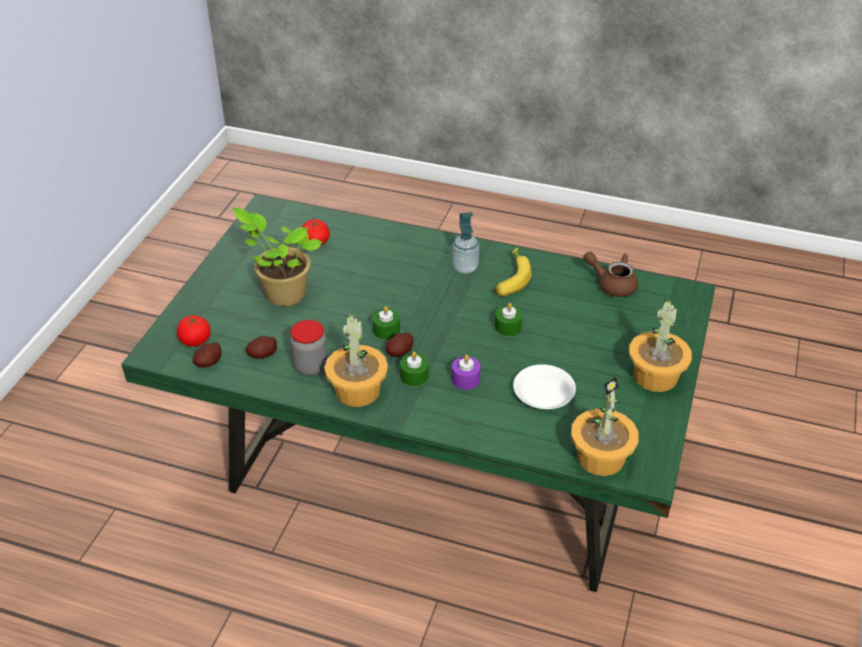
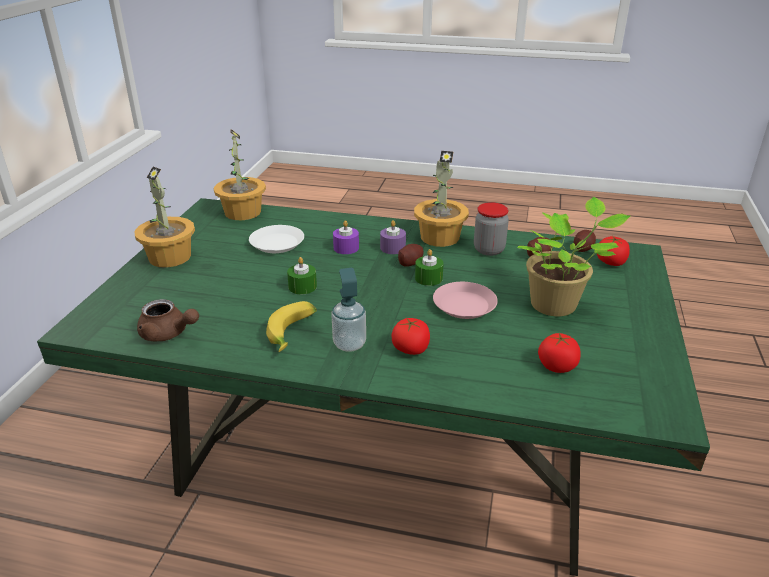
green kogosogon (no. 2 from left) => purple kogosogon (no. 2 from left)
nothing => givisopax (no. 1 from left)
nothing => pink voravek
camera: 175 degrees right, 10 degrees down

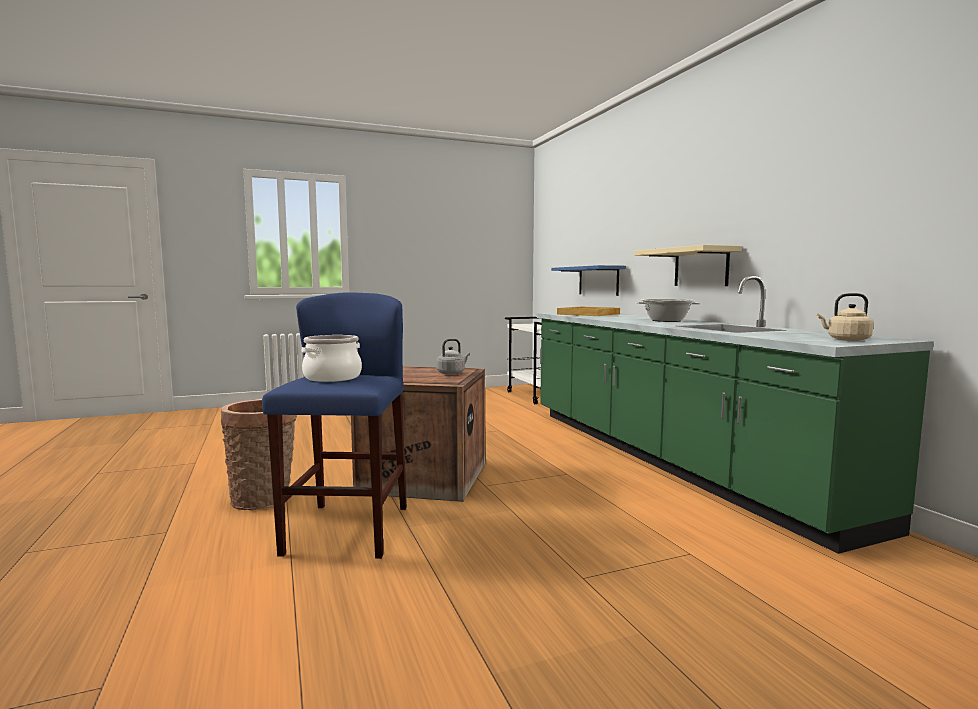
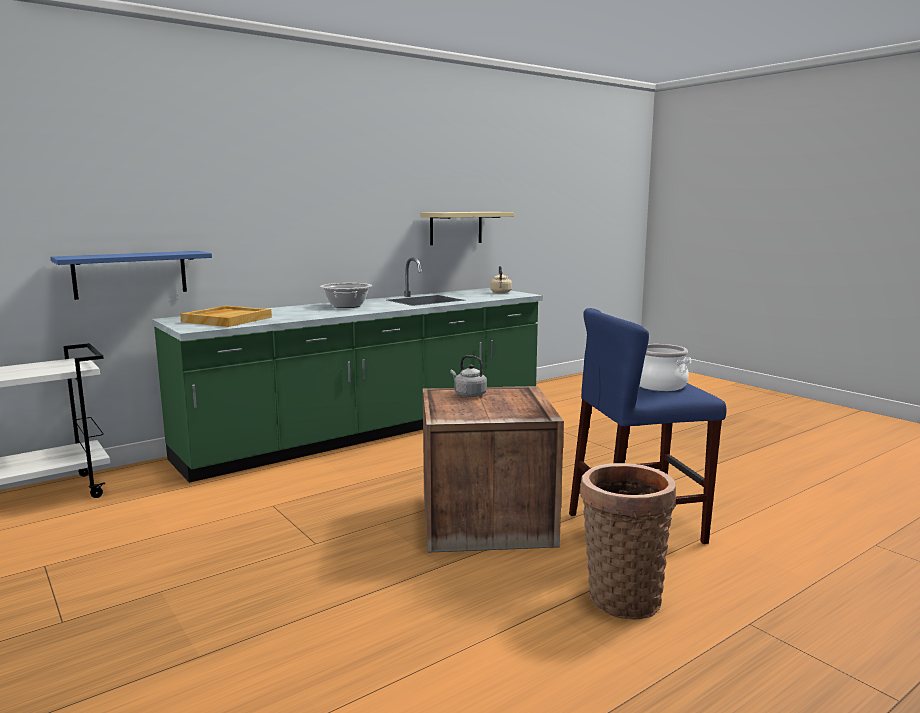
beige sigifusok, shifted
camera: 105 degrees left, 5 degrees up

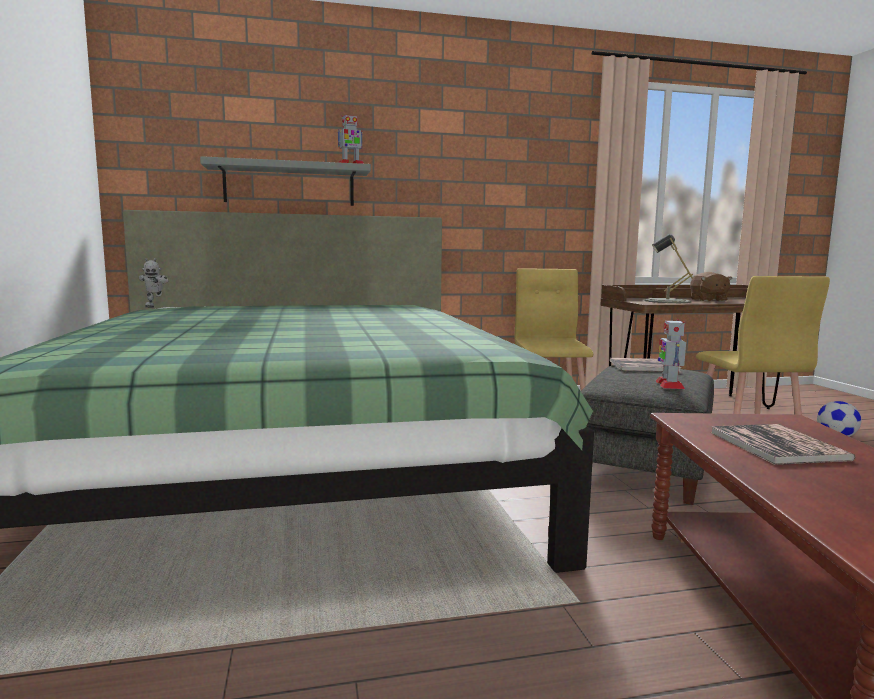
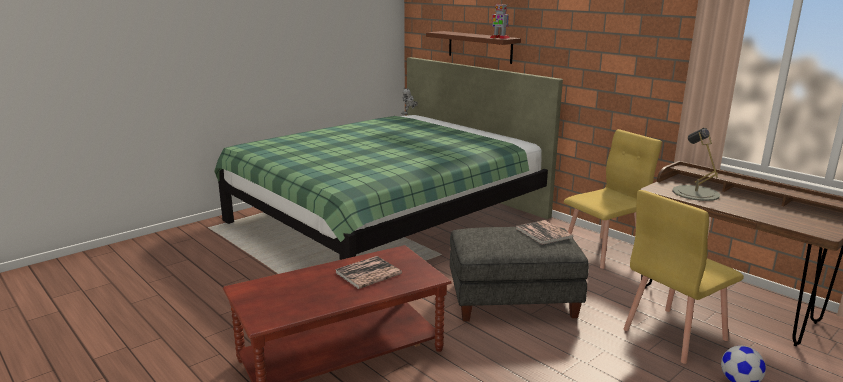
grey sigifusok => brown sigifusok
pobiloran (no. 3 from left) => nothing
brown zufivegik => nothing
camera: 60 degrees right, 10 degrees up

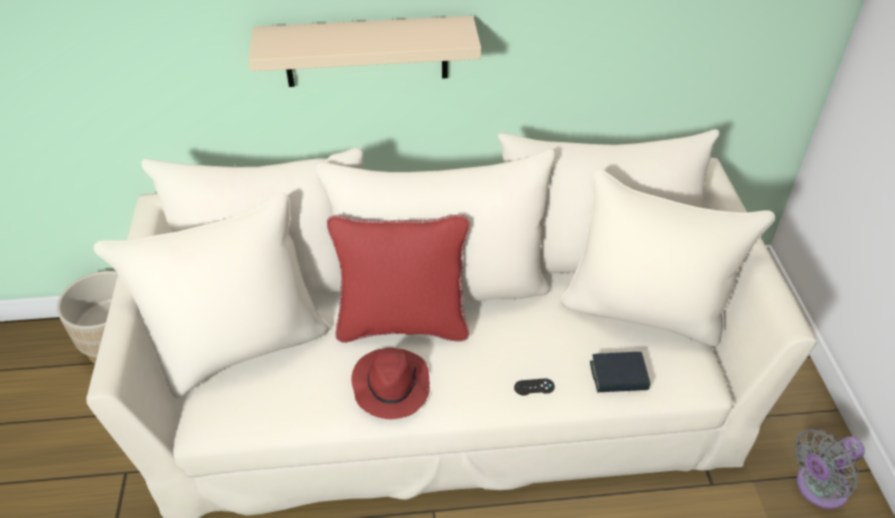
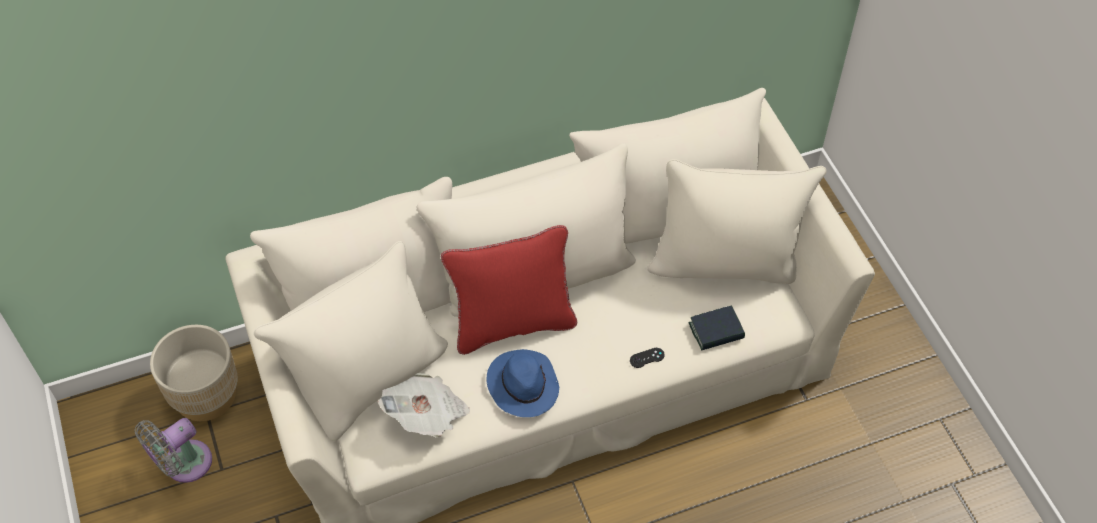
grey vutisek, shifted
nothing => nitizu
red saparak => blue saparak
beige sigifusok => nothing
camera: 15 degrees left, 10 degrees up

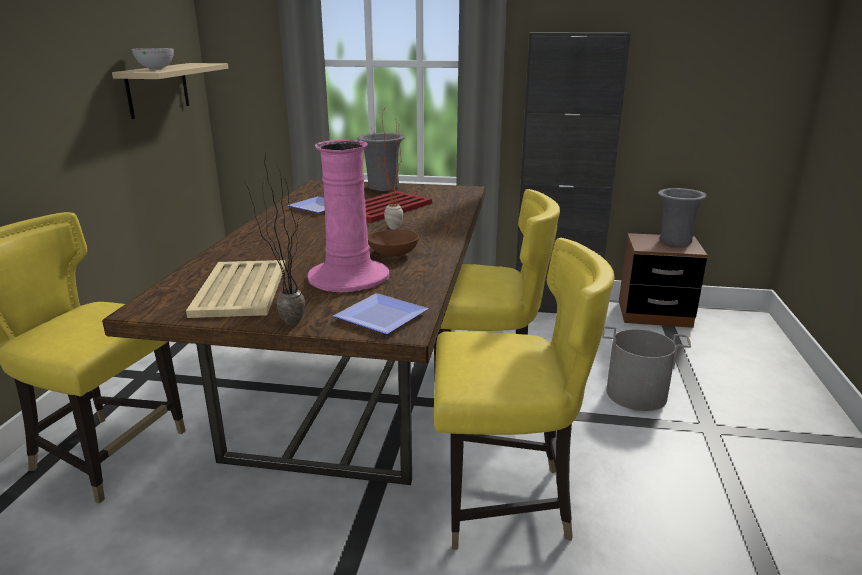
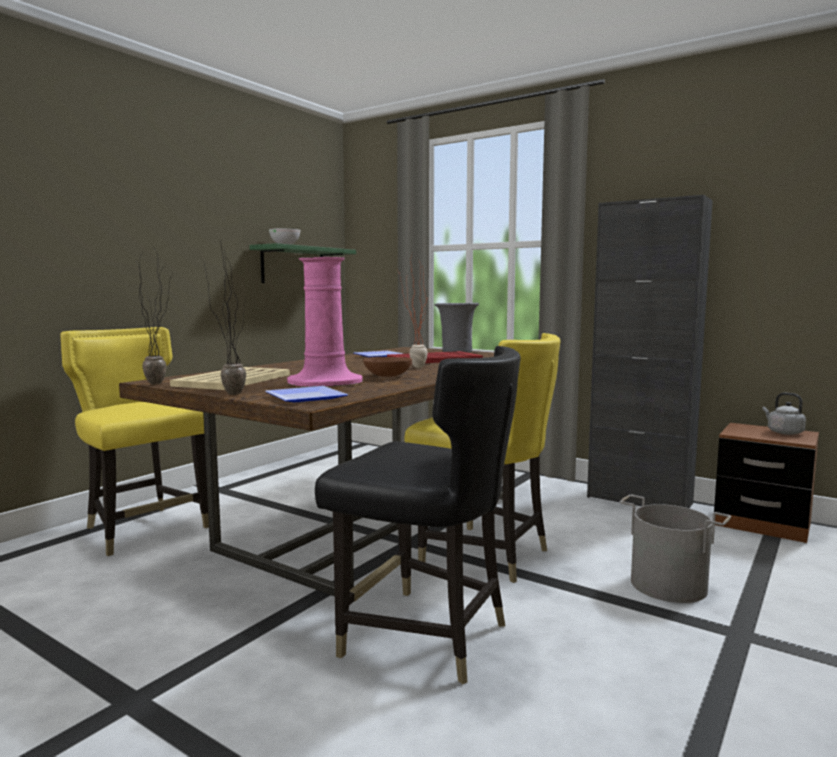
nothing => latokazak (no. 1 from left)
beige sigifusok => green sigifusok
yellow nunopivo (no. 3 from left) => black nunopivo
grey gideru (no. 2 from left) => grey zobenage
camera: 25 degrees right, 15 degrees down

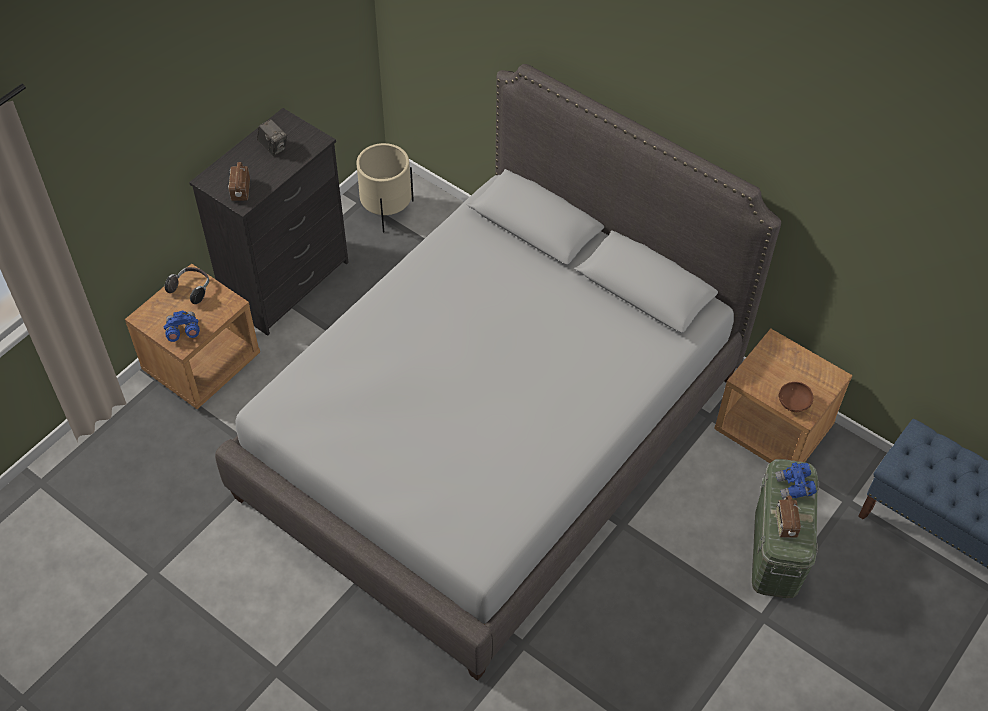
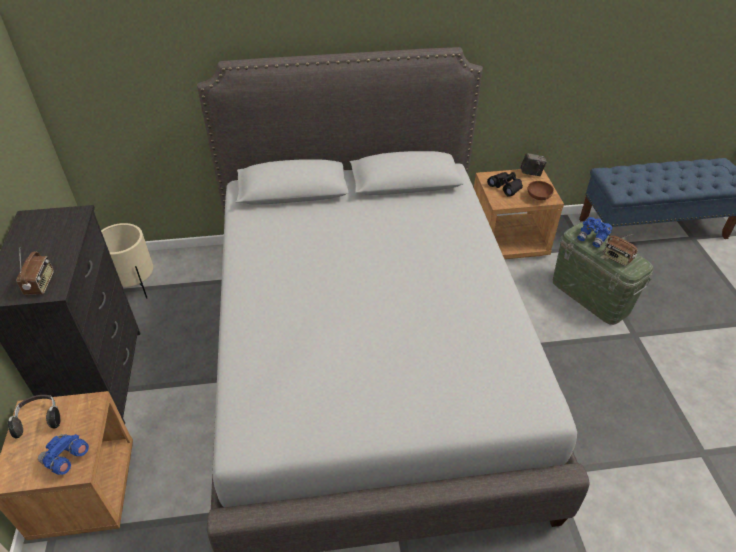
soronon (no. 1 from left), 135 degrees counterclockwise
nothing => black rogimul
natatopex, shifted
camera: 45 degrees left, 10 degrees down

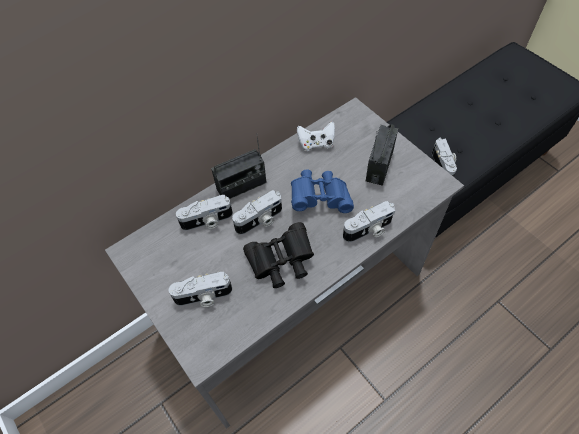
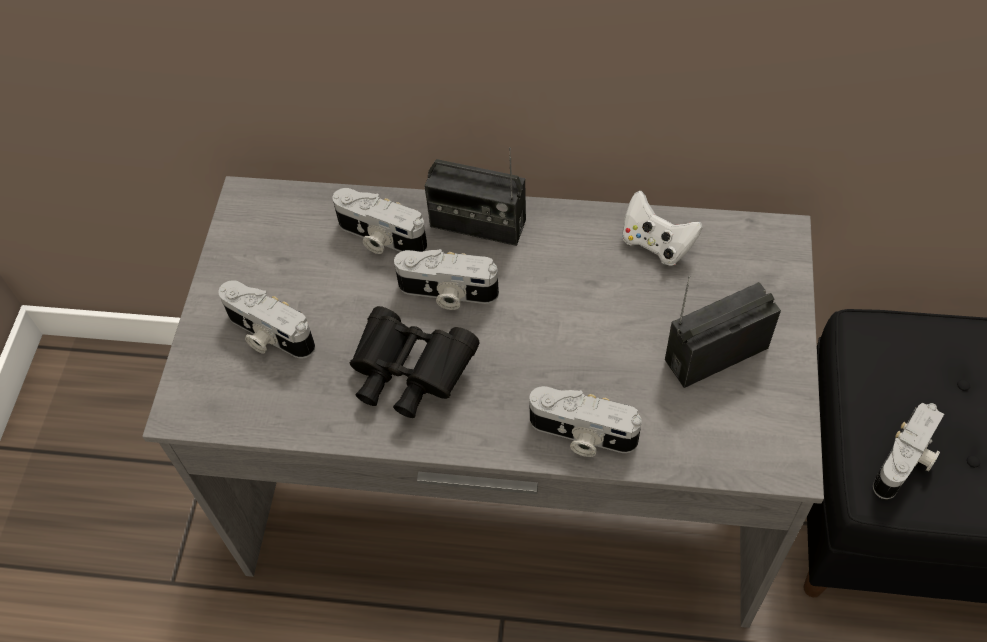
blue rogimul => nothing
camera: 45 degrees right, 0 degrees up

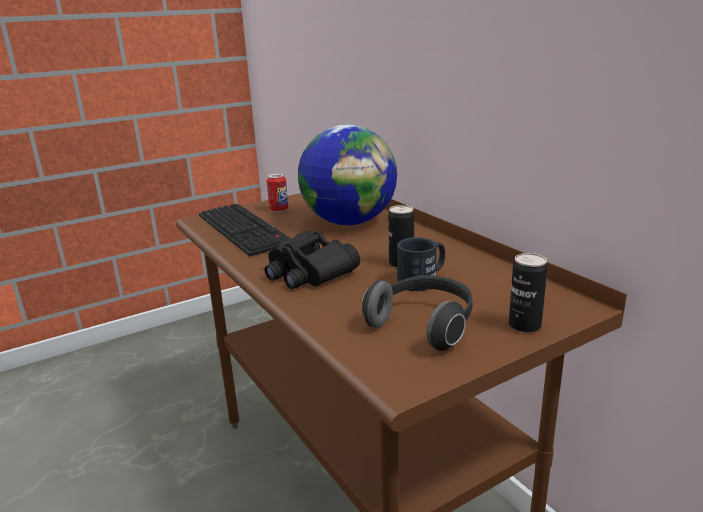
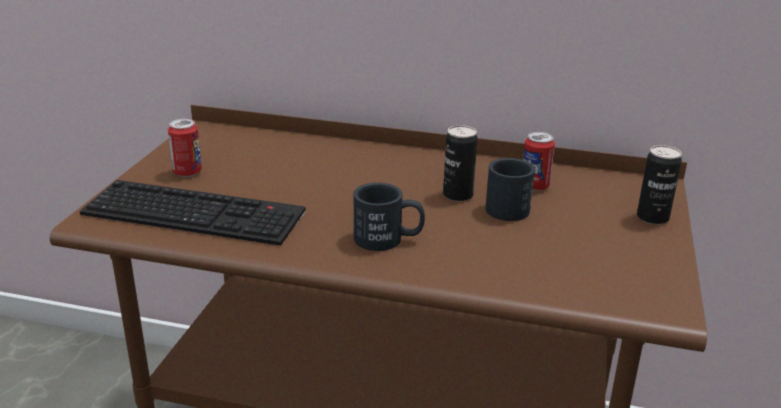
black rogimul => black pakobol (no. 1 from left)
nothing => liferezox (no. 3 from left)
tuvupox => nothing
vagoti => nothing
camera: 45 degrees left, 5 degrees up

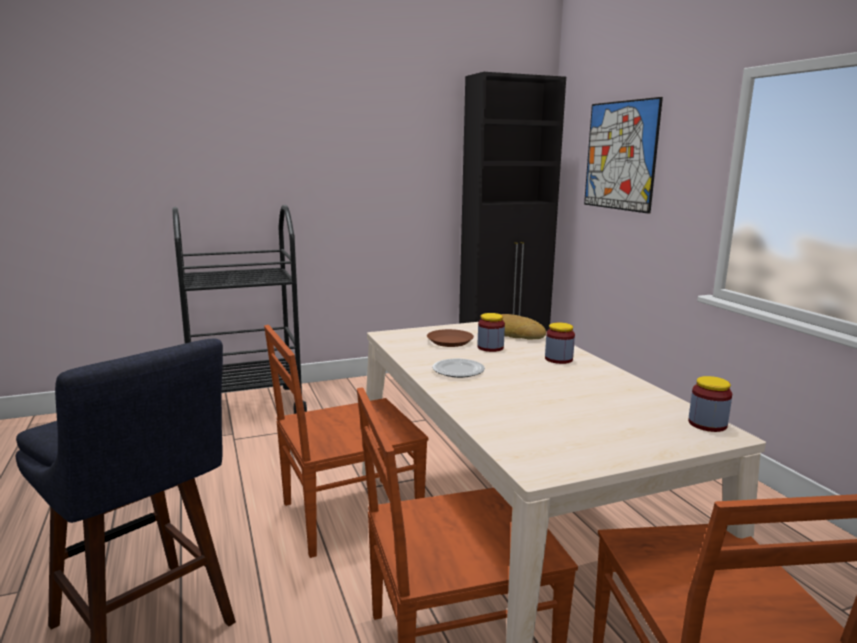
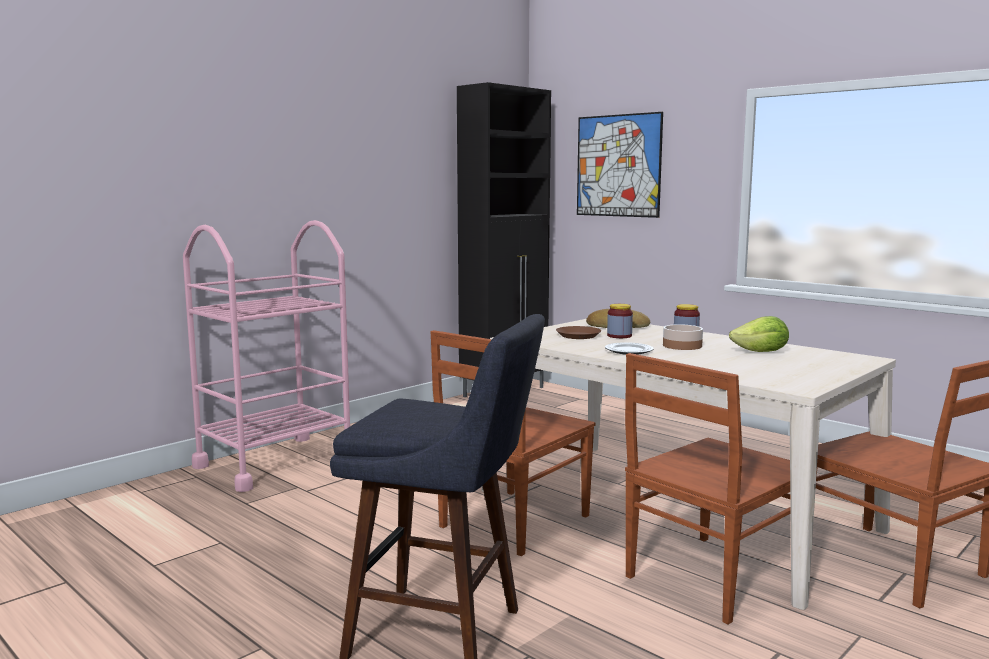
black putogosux => pink putogosux
nothing => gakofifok
nothing => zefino
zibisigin (no. 3 from left) => nothing
camera: 25 degrees left, 5 degrees down

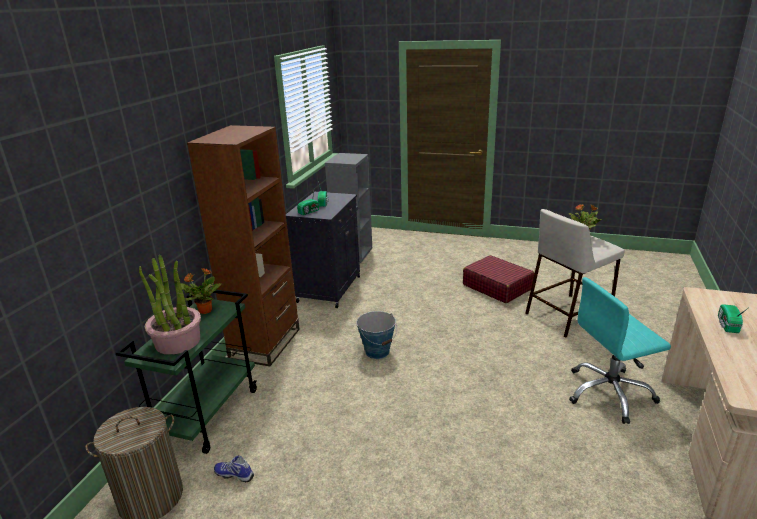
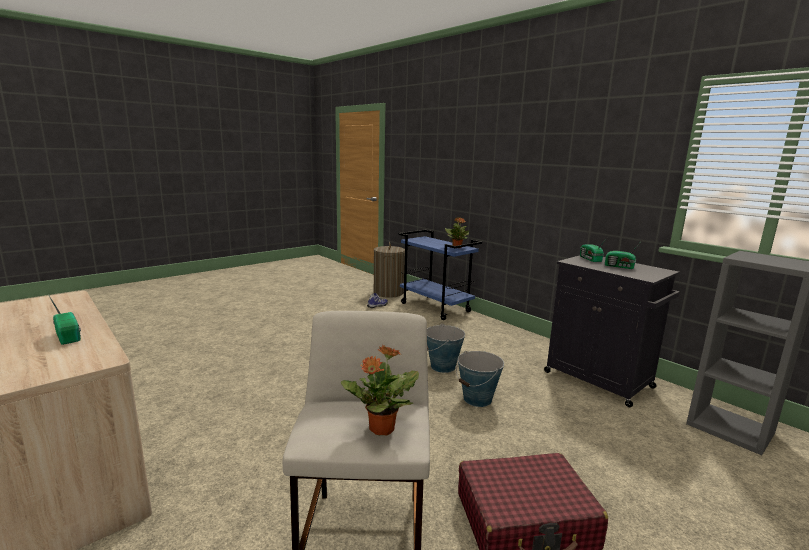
green putogosux => blue putogosux
nothing => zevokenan (no. 2 from left)
latokazak (no. 1 from left) => nothing
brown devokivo => nothing
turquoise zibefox => nothing
camera: 120 degrees right, 10 degrees down

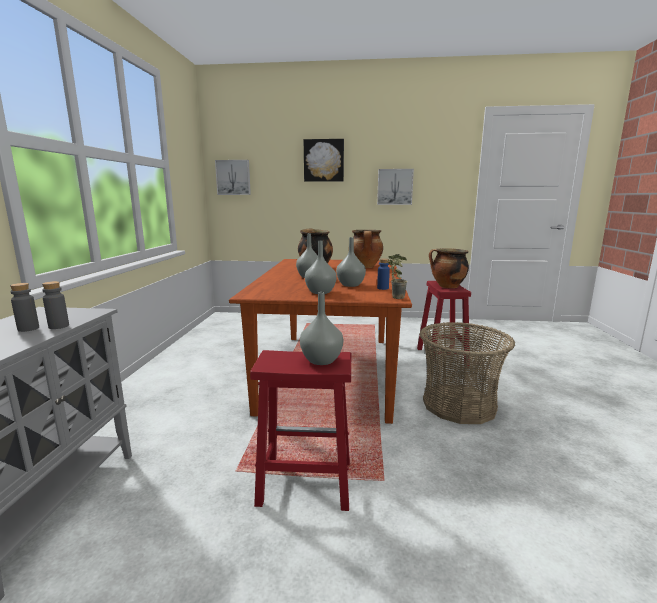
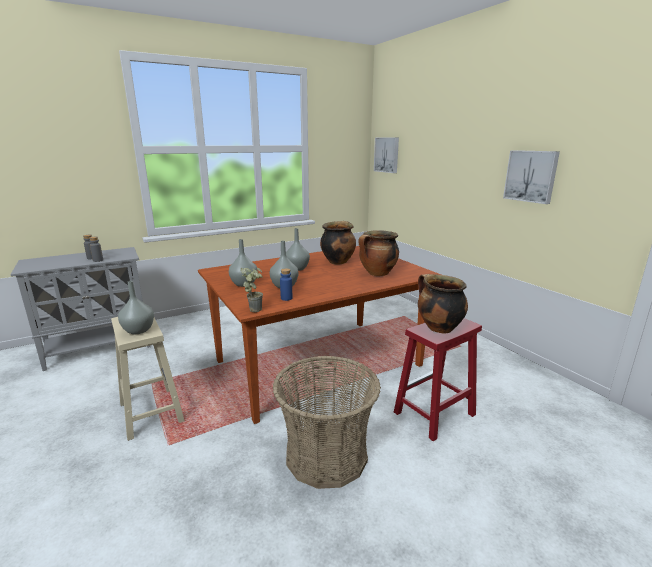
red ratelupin (no. 1 from left) => beige ratelupin
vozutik (no. 2 from left) => nothing
camera: 55 degrees right, 5 degrees up

